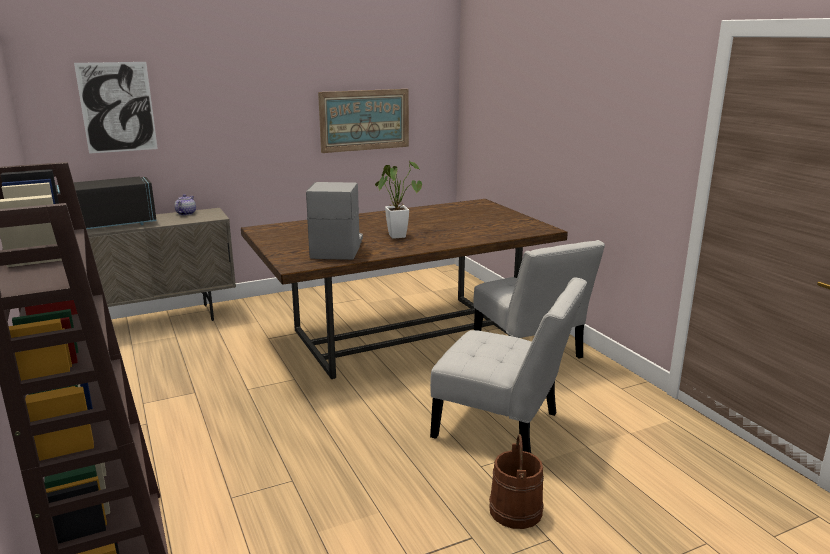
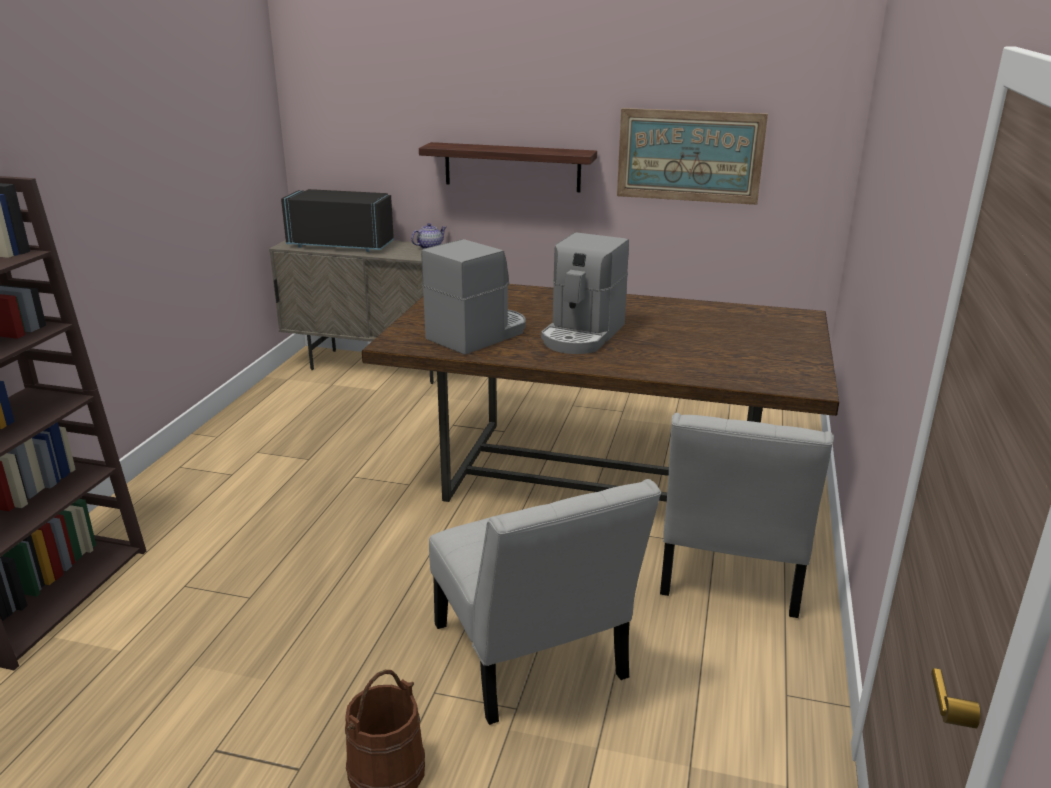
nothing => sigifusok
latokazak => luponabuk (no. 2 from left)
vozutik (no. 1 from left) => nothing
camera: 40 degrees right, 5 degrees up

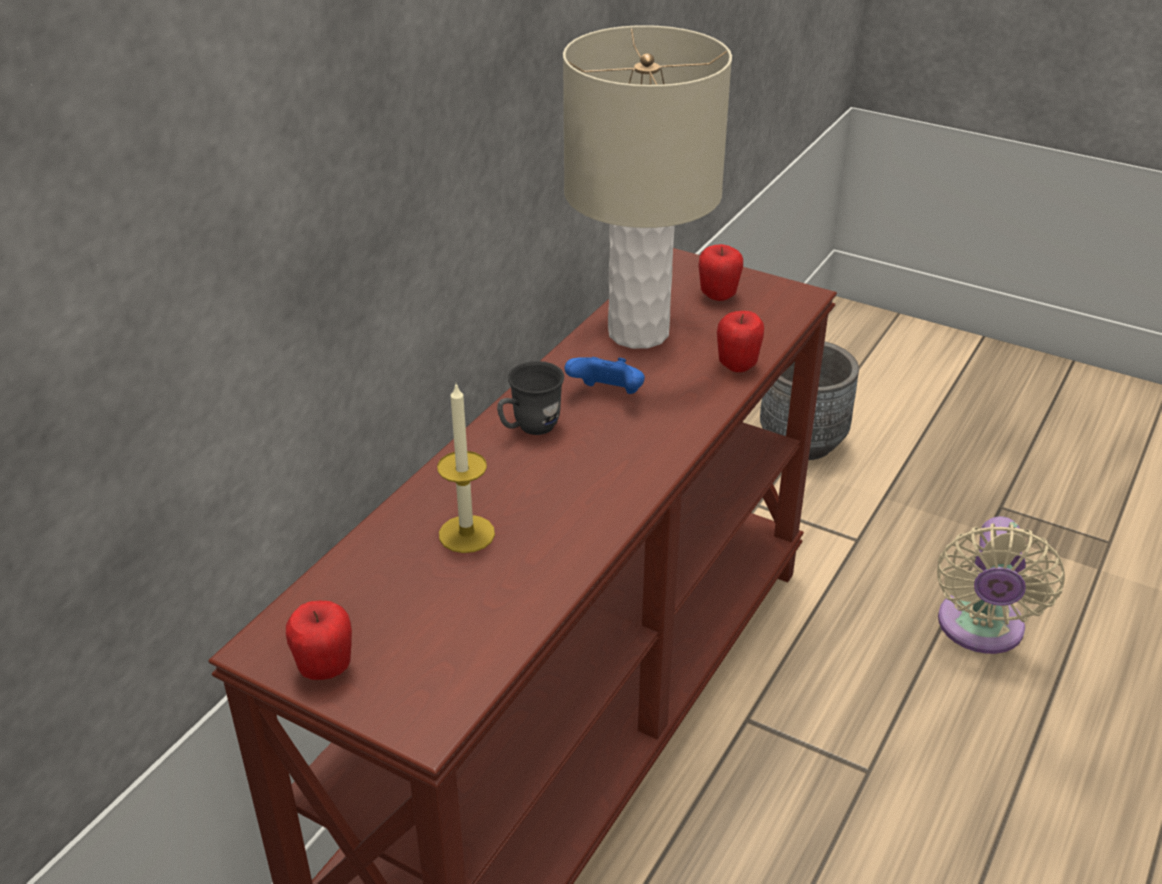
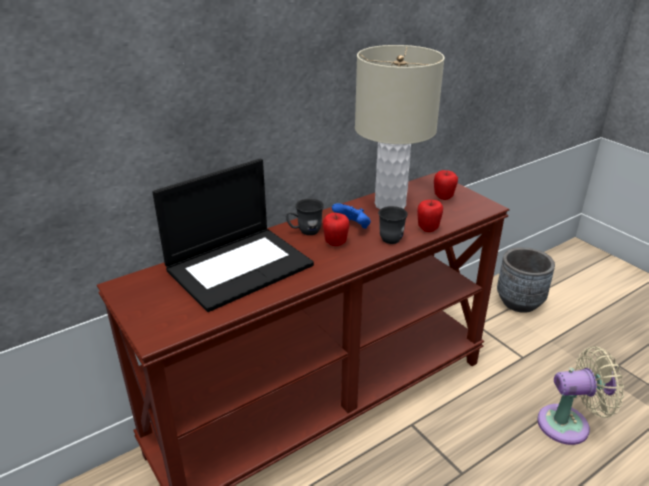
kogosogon => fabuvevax
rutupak (no. 1 from left), shifted
nothing => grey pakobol (no. 2 from left)
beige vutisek, 135 degrees counterclockwise
camera: 25 degrees right, 5 degrees down

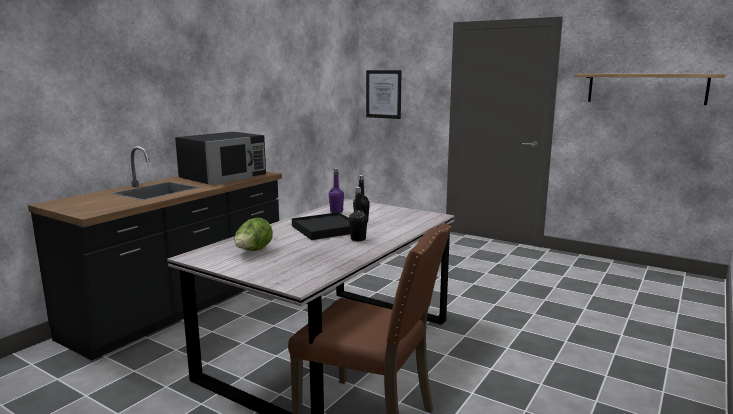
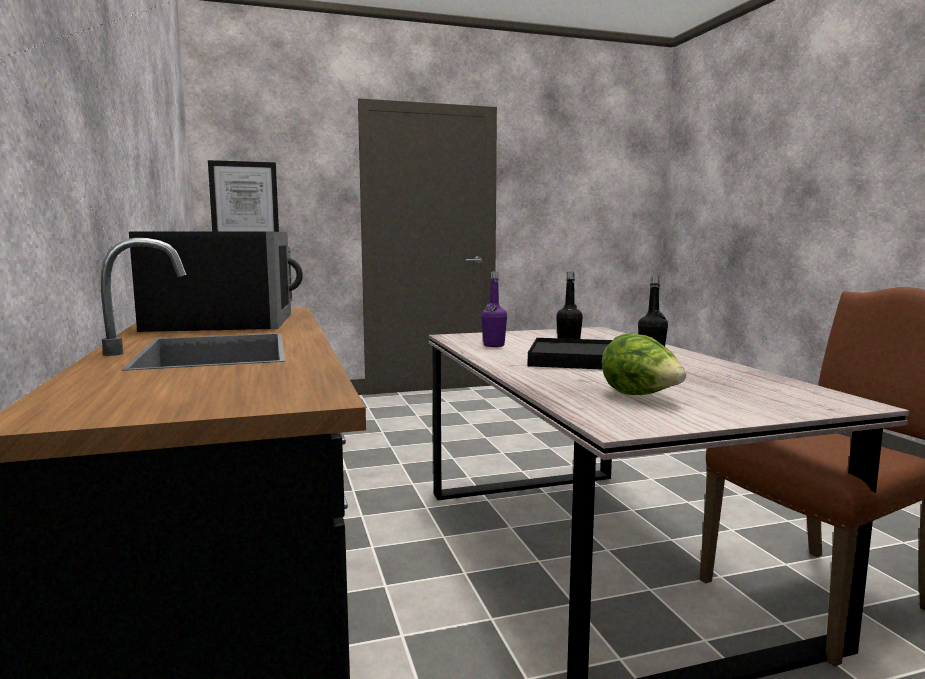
sigifusok => nothing
camera: 50 degrees left, 5 degrees down

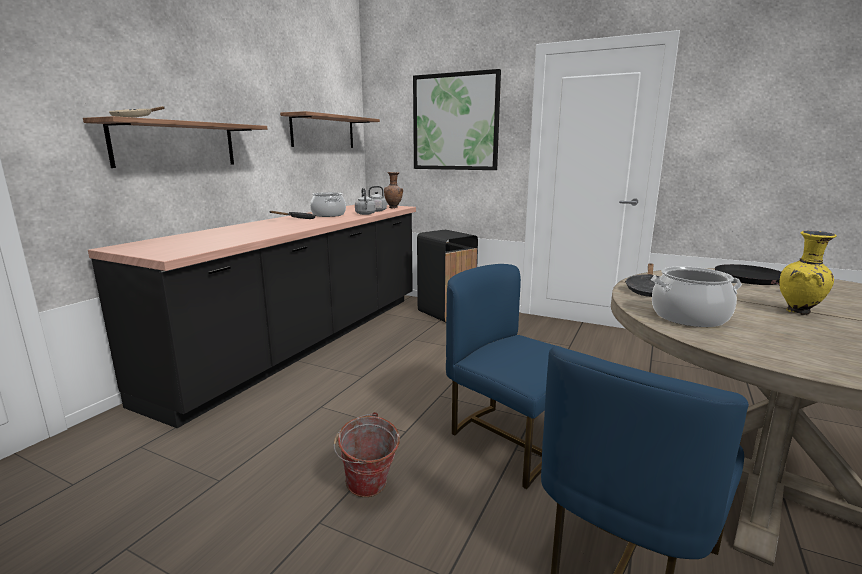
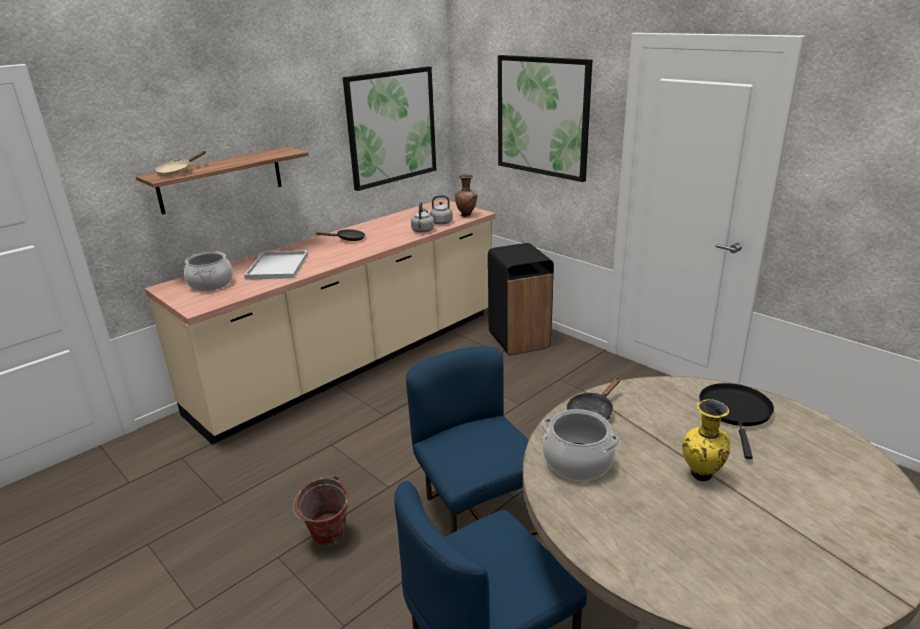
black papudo => beige papudo
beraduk (no. 1 from left), shifted
nothing => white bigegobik
sigifusok (no. 2 from left) => vozutik (no. 1 from left)
camera: 20 degrees right, 10 degrees up

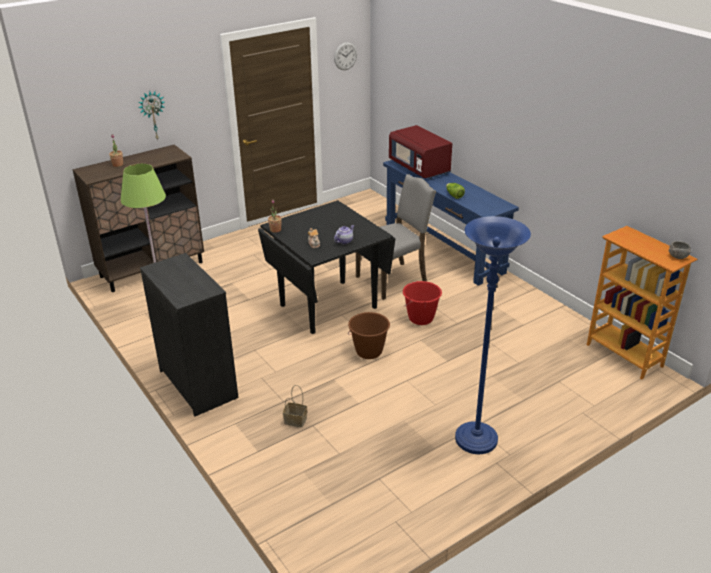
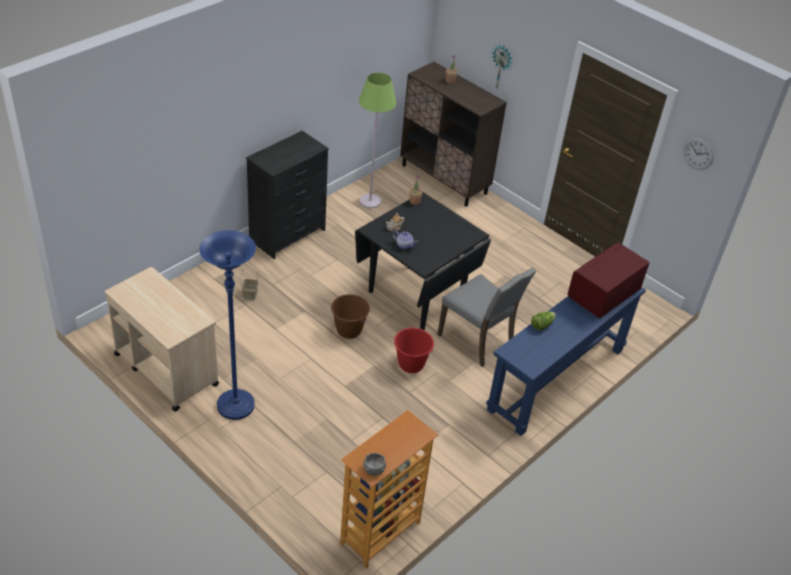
nothing => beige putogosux
camera: 75 degrees right, 10 degrees up

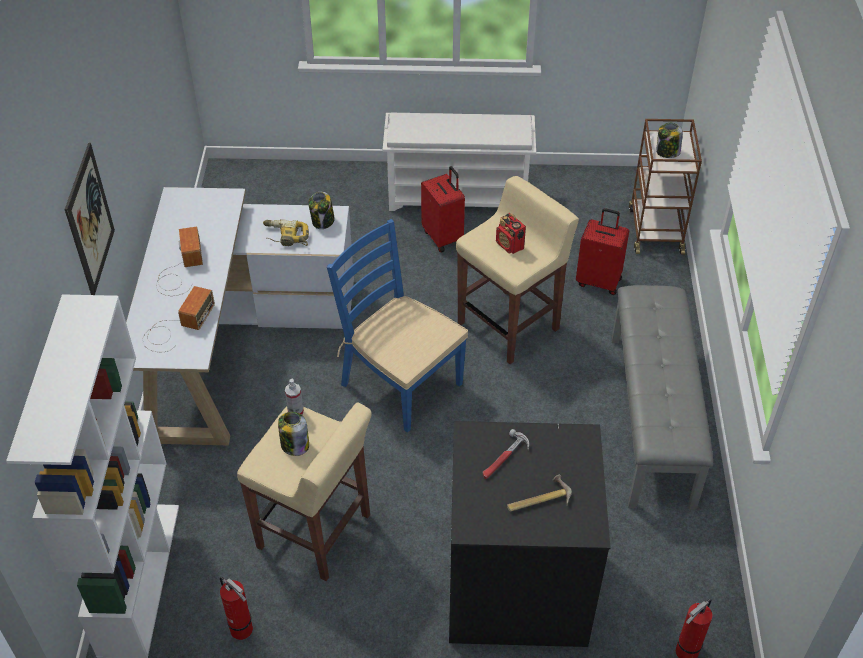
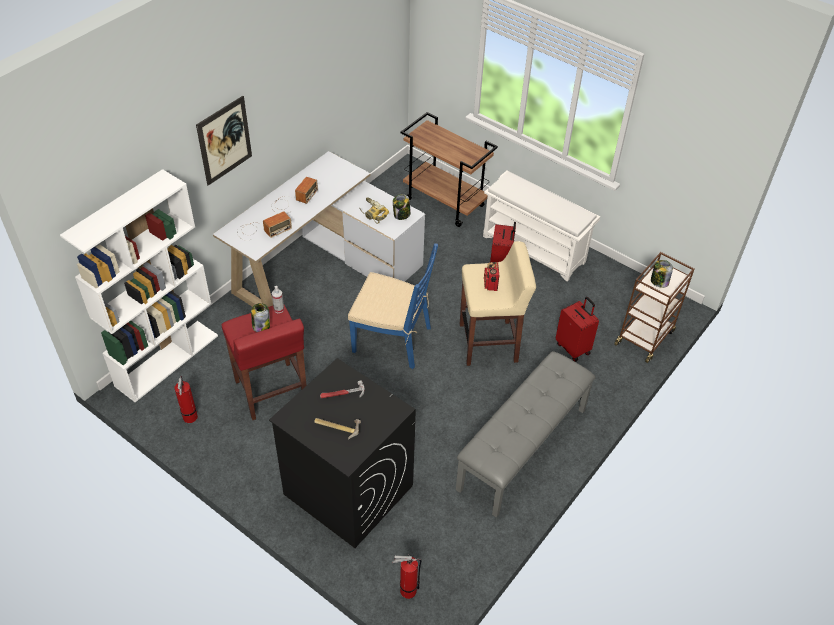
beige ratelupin (no. 1 from left) => red ratelupin
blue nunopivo, 120 degrees clockwise
nothing => brown putogosux (no. 1 from left)
camera: 35 degrees right, 0 degrees up

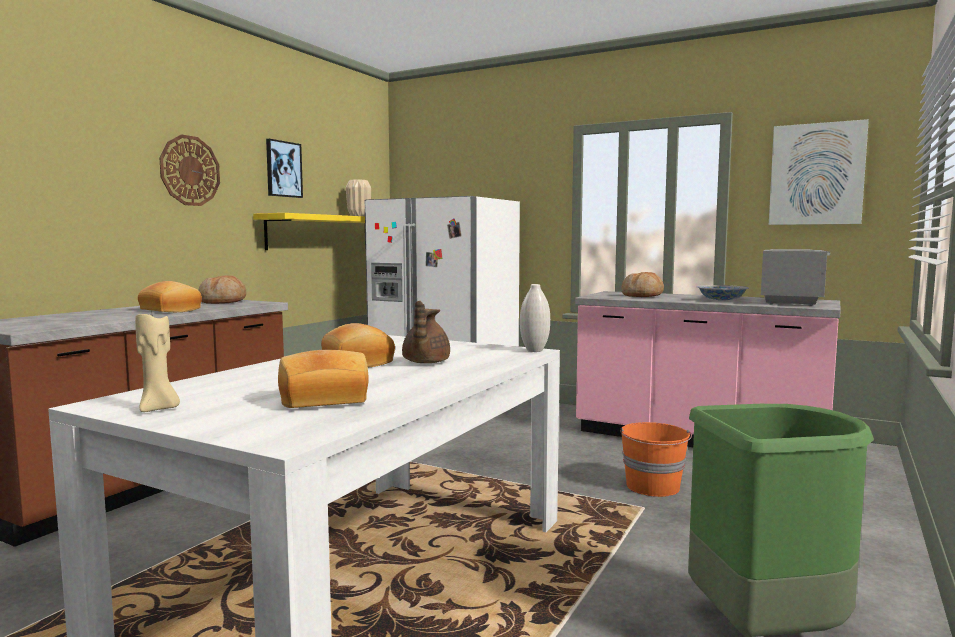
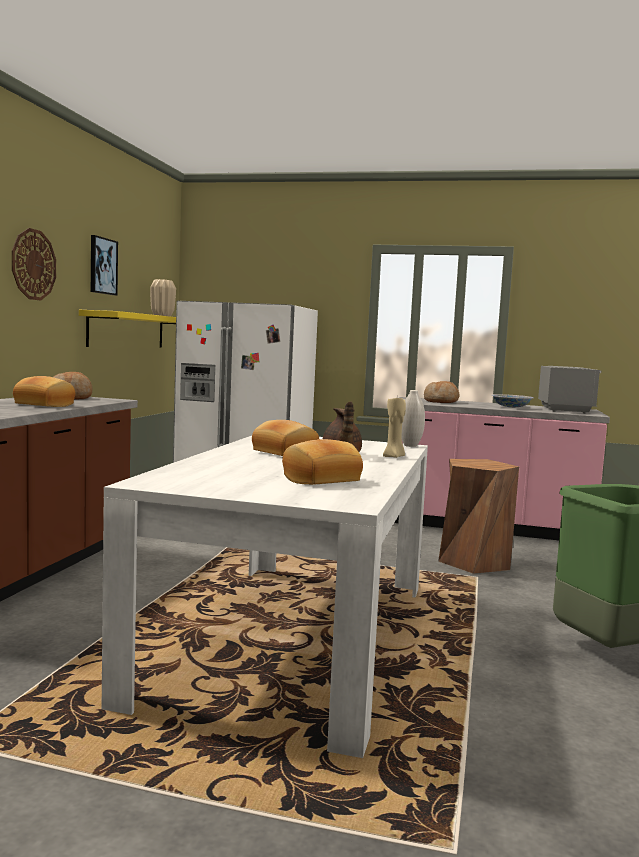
beige kogosogon, shifted
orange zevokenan => brown ratelupin
vozutik (no. 2 from left) => nothing
camera: 15 degrees left, 0 degrees up

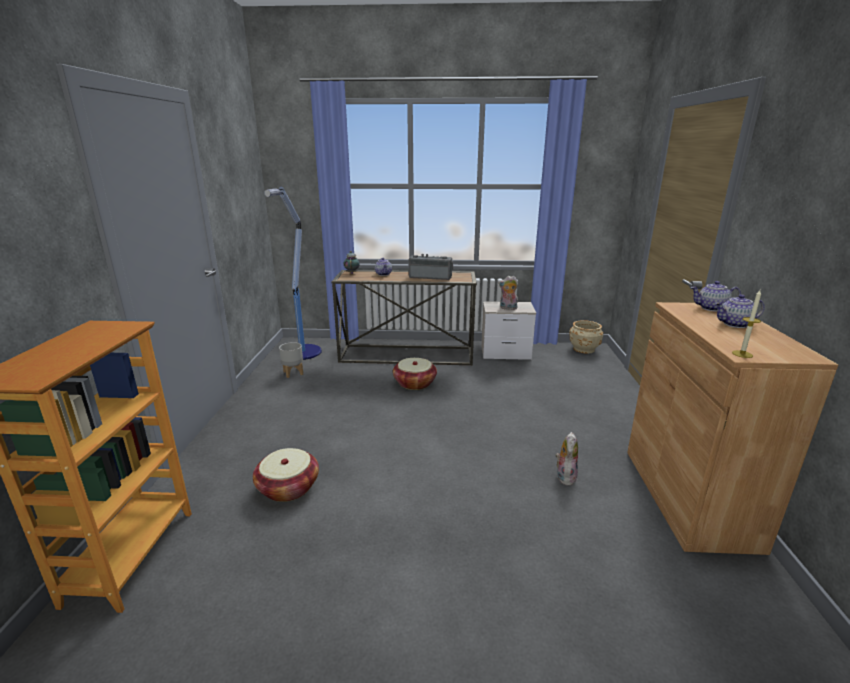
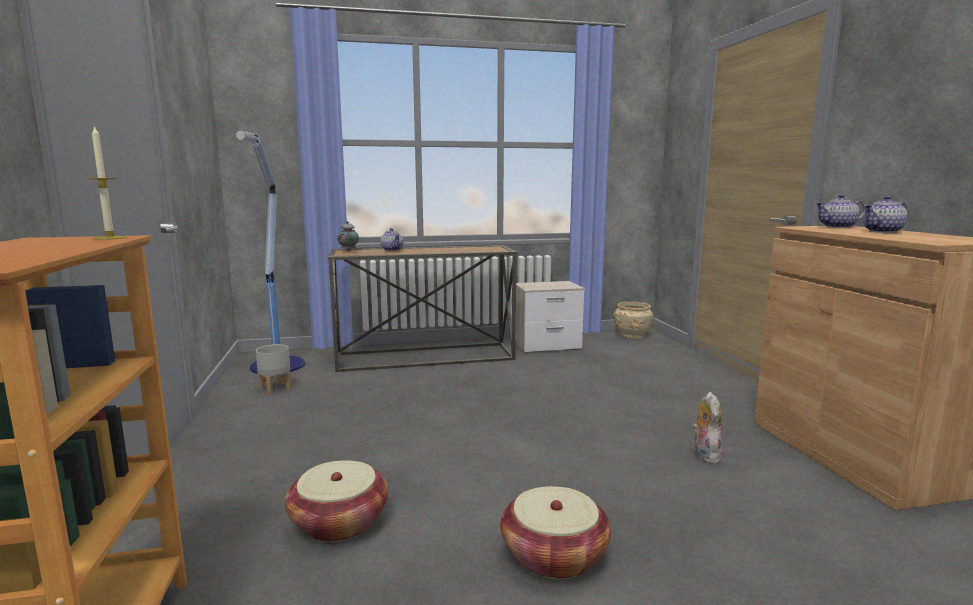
kogosogon, shifted
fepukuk (no. 2 from left), shifted
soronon => nothing
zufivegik (no. 1 from left) => nothing
camera: 15 degrees left, 10 degrees down

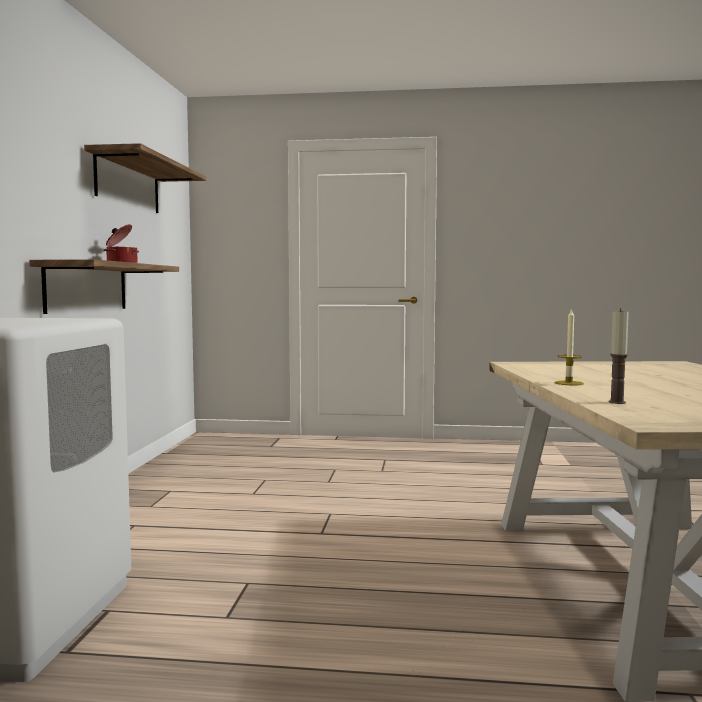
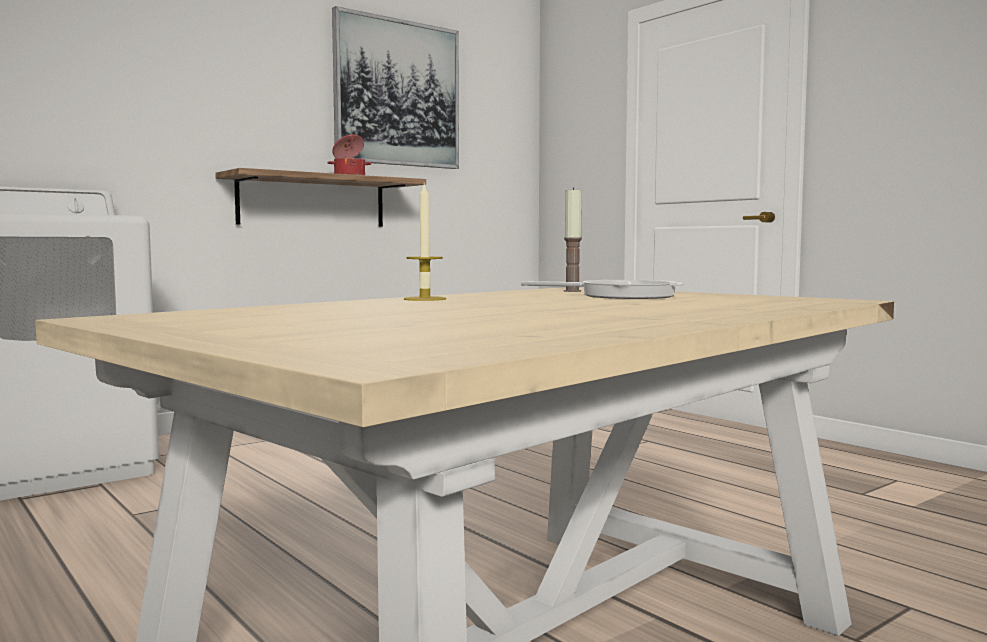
sigifusok (no. 2 from left) => vozutik
nothing => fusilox
kogosogon (no. 2 from left), shifted
camera: 45 degrees right, 0 degrees up

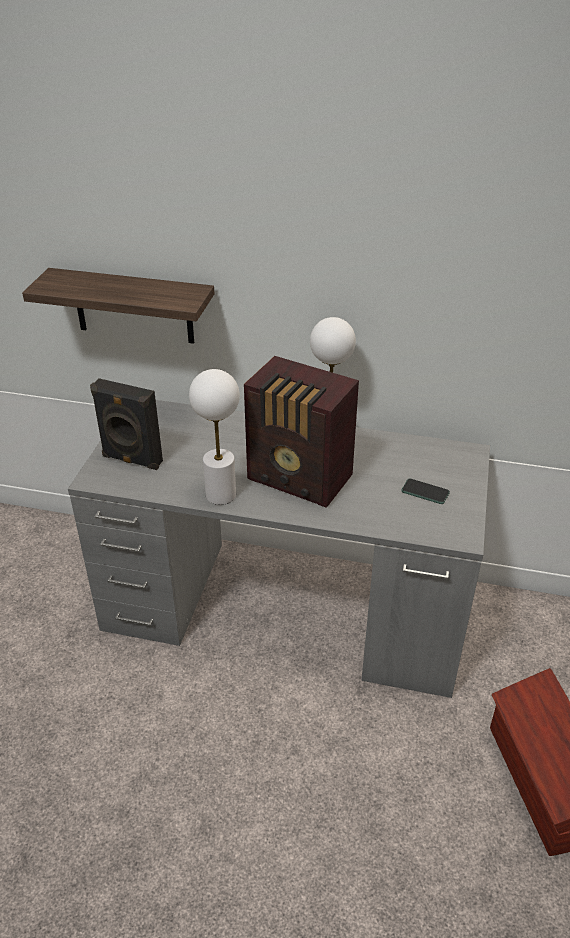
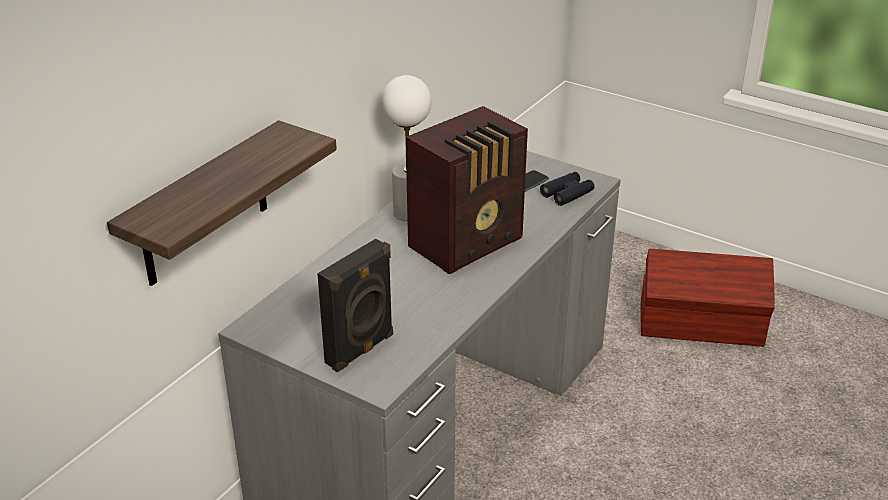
nothing => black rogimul
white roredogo (no. 1 from left) => nothing
camera: 70 degrees left, 5 degrees down

